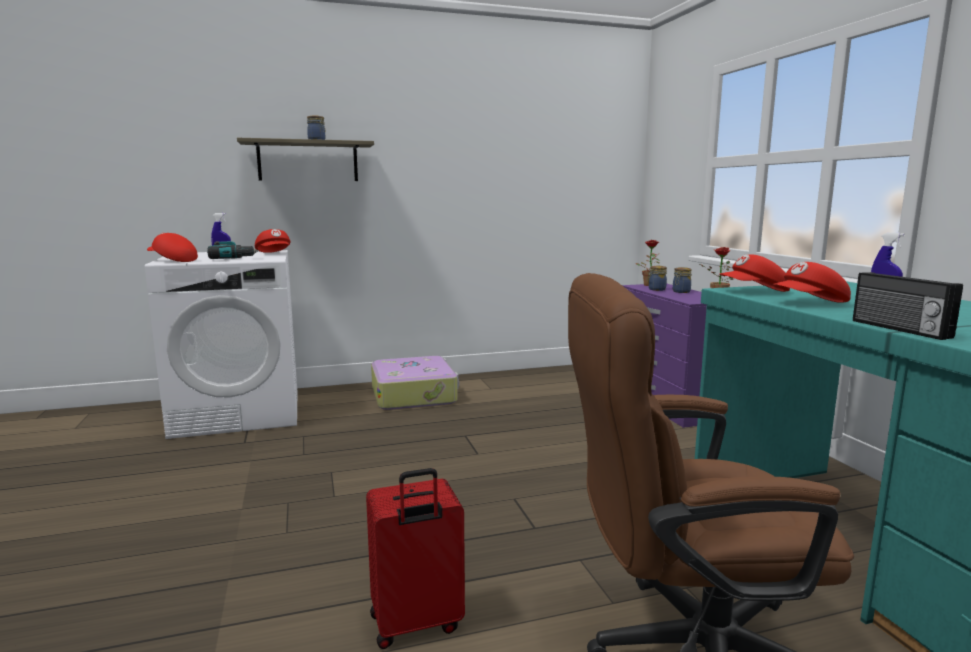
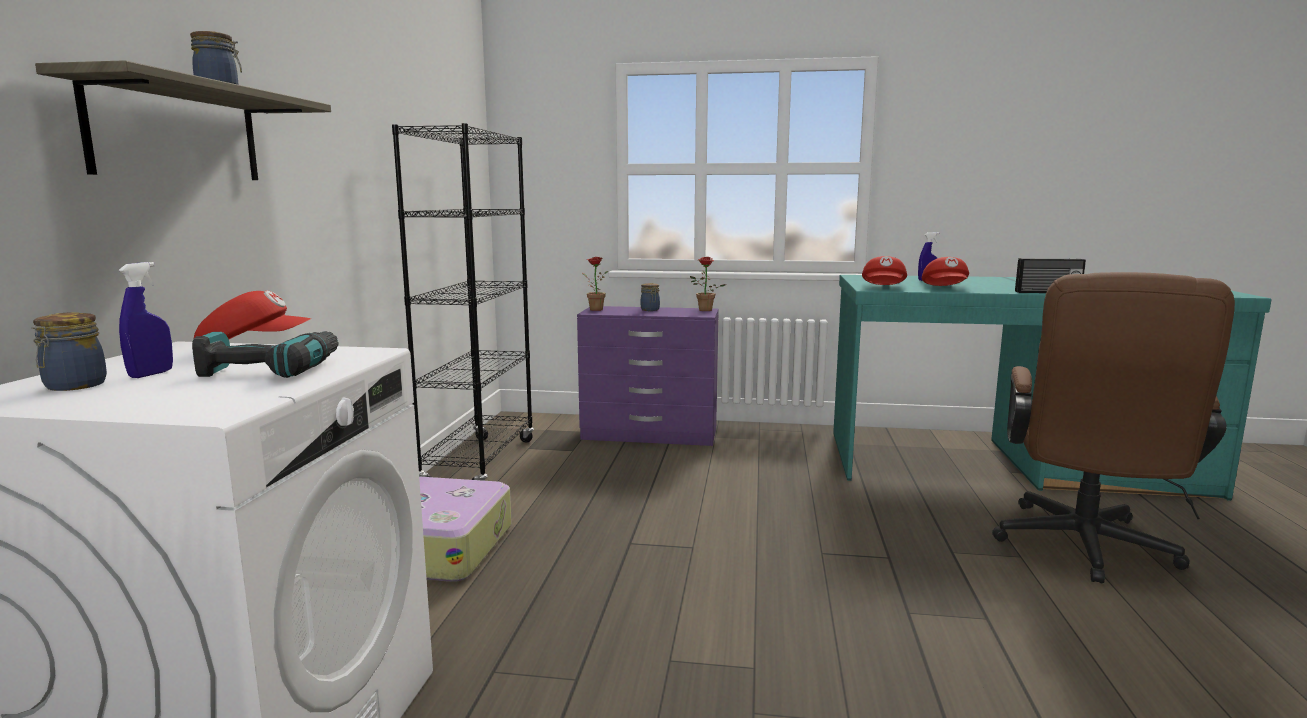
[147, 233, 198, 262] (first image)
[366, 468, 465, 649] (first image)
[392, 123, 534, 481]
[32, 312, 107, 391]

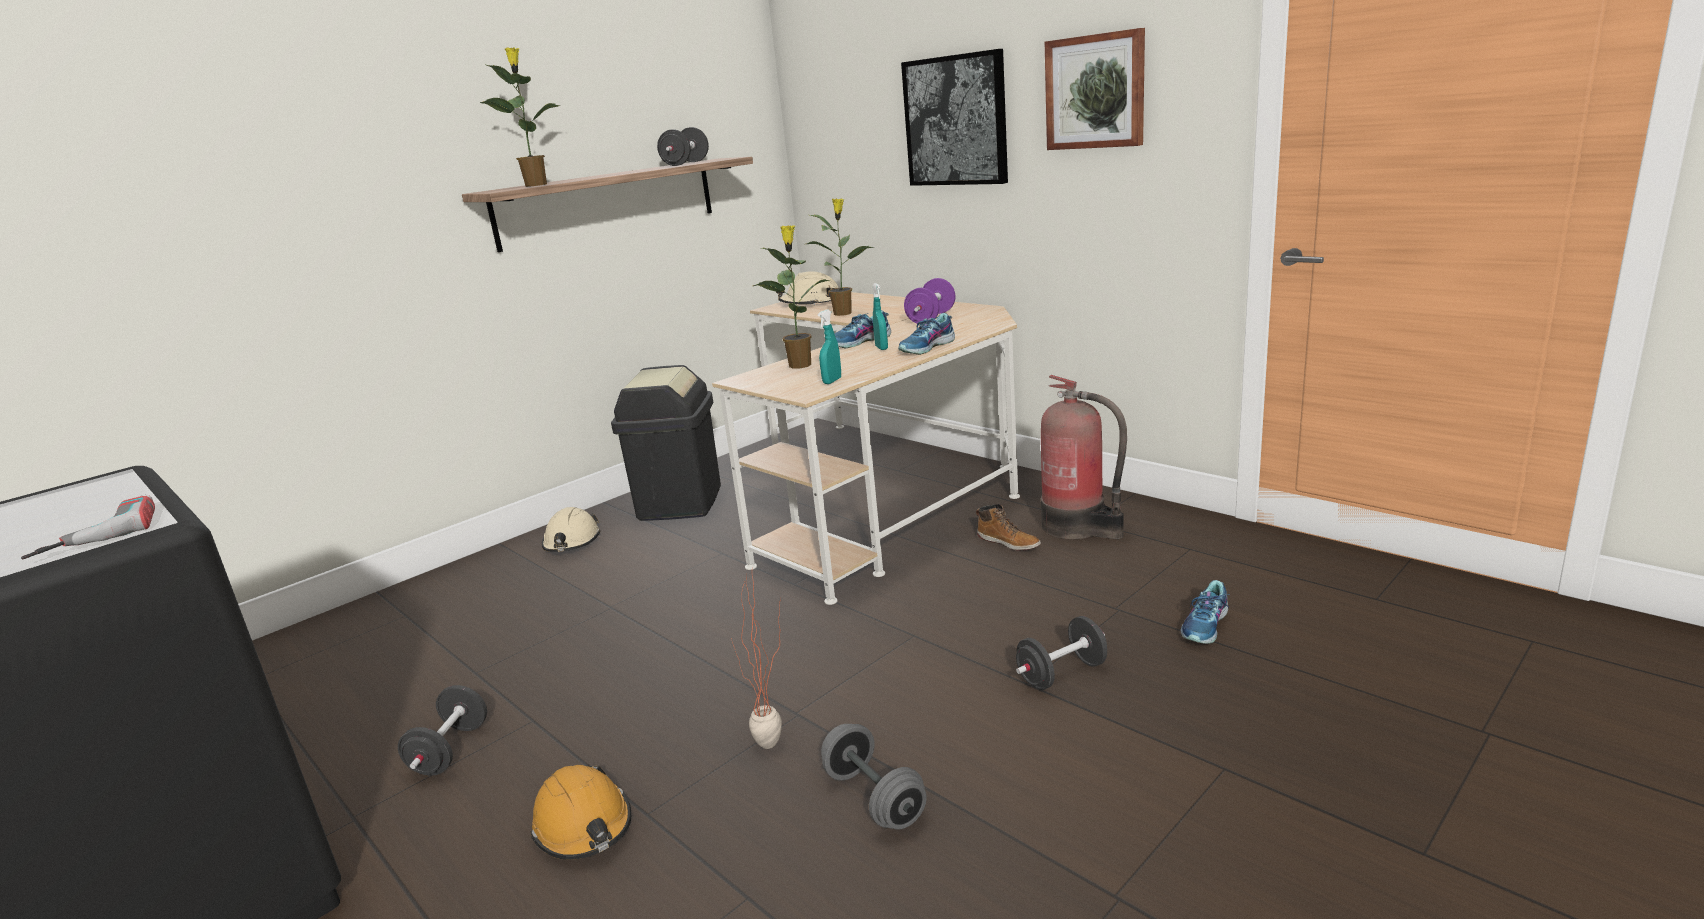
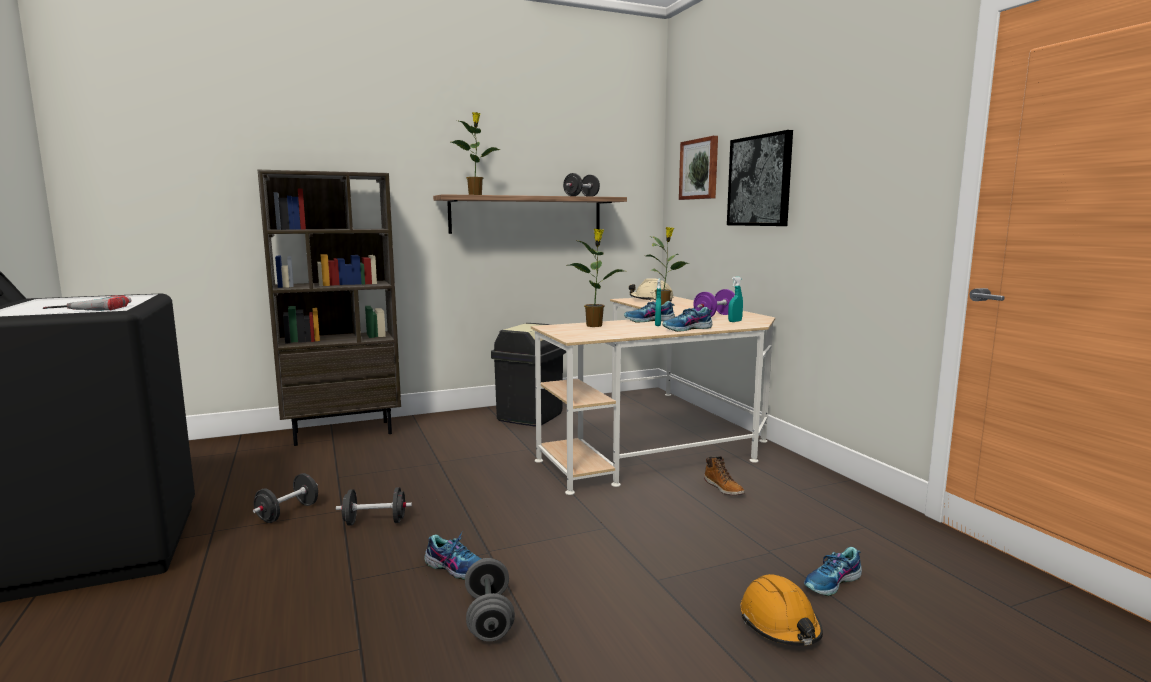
[542, 507, 600, 552] (first image)
[1041, 375, 1127, 539] (first image)
[258, 170, 401, 446]
[740, 574, 823, 646]
[728, 276, 743, 322]
[336, 487, 412, 526]
[679, 136, 718, 200]
[424, 531, 482, 580]

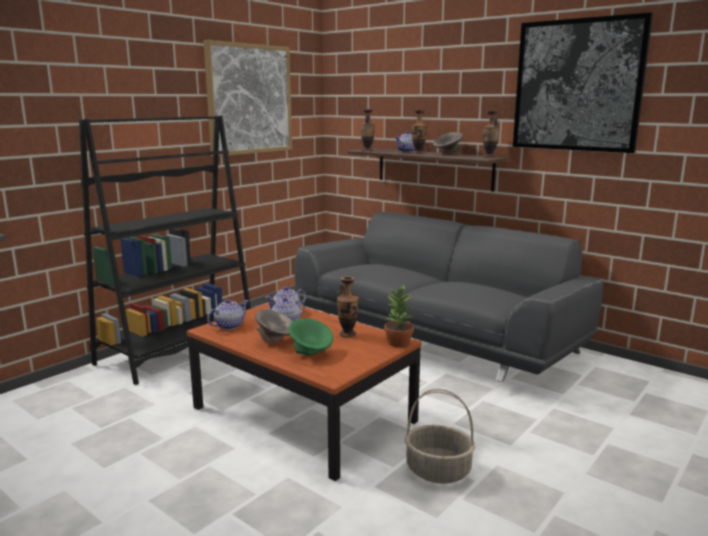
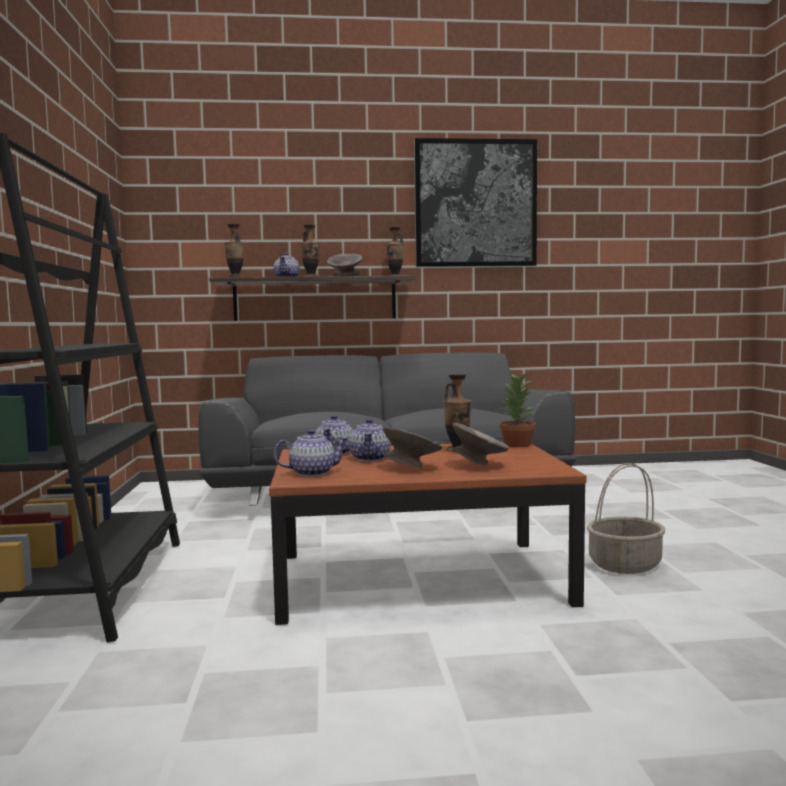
[203, 40, 292, 157] (first image)
[452, 423, 509, 466]
[274, 429, 349, 477]

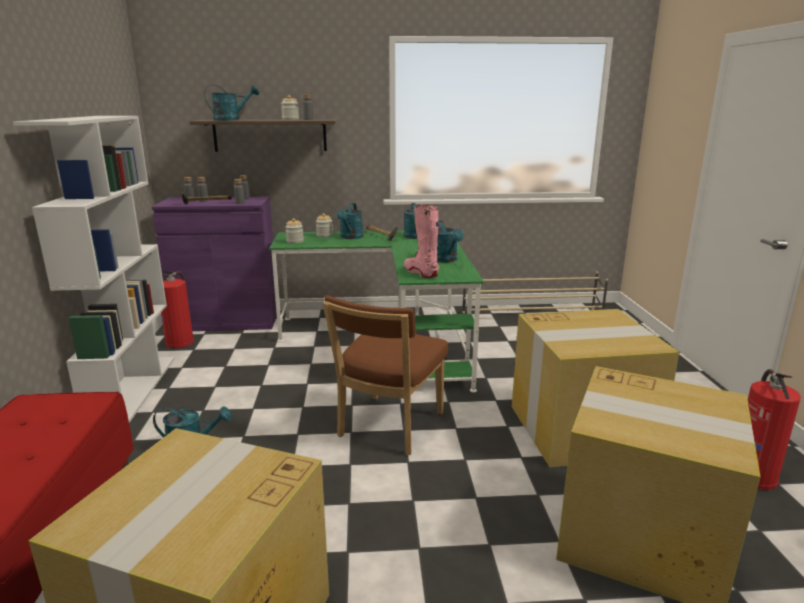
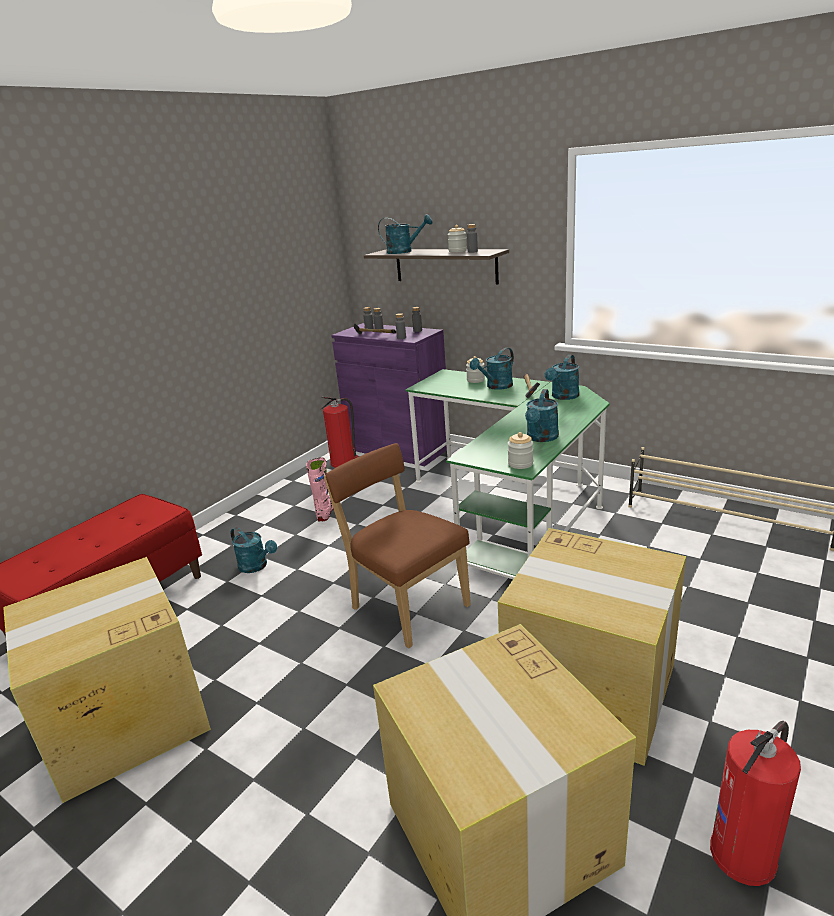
[13, 116, 175, 423] (first image)
[507, 432, 533, 469]
[306, 457, 334, 521]
[324, 443, 471, 648]

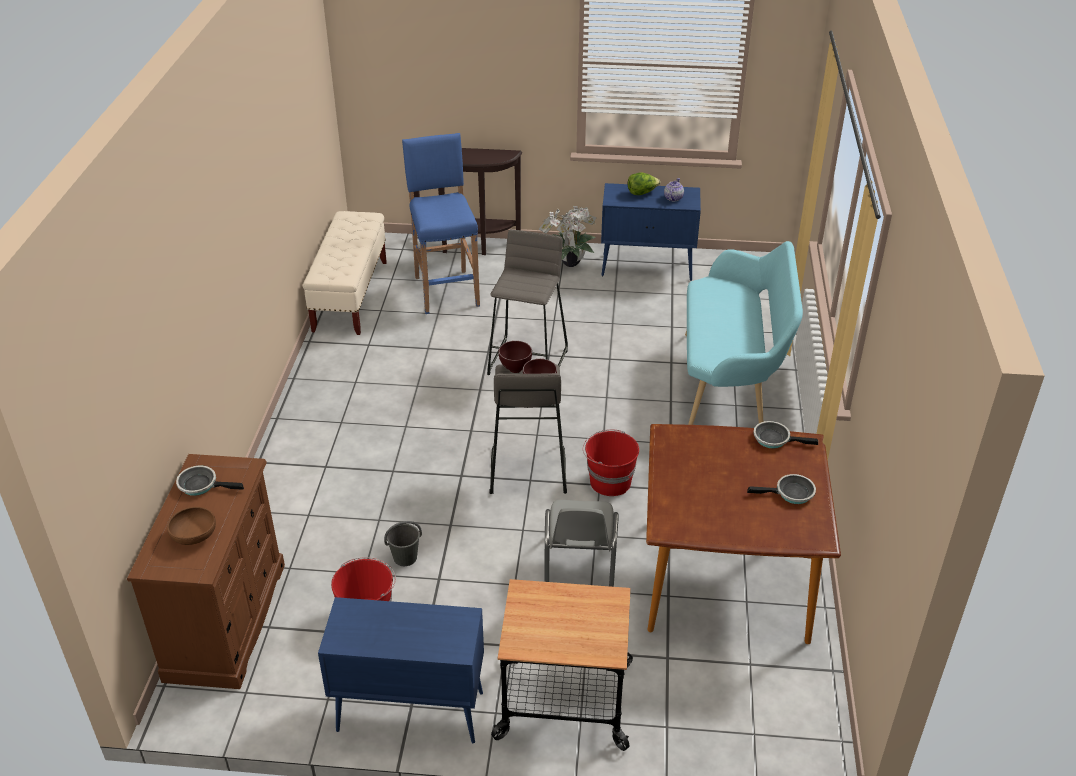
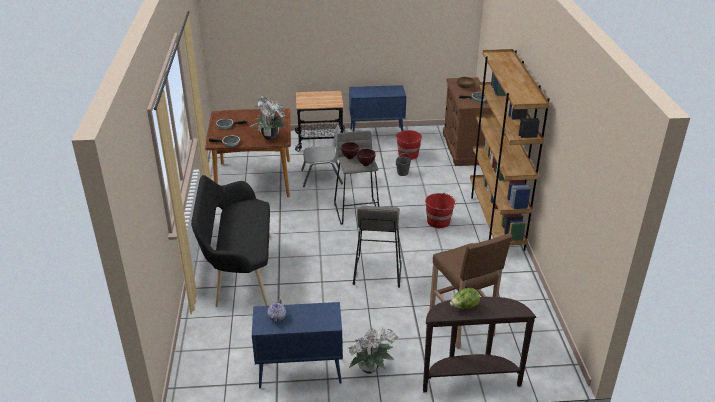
[303, 211, 387, 335] (first image)
[250, 96, 287, 140]
[470, 49, 550, 251]
[425, 193, 456, 228]
[450, 288, 480, 309]
[429, 233, 513, 349]
[191, 175, 271, 307]
[301, 125, 343, 187]

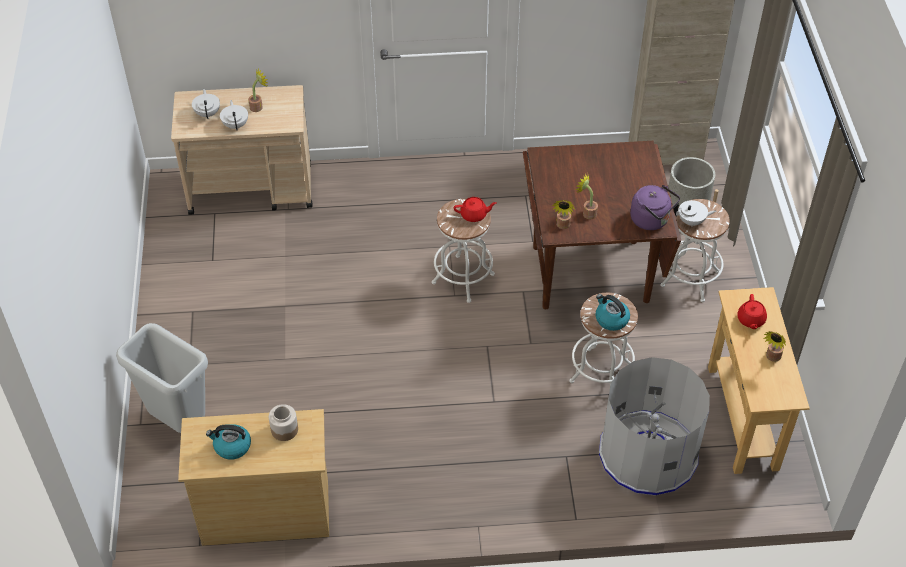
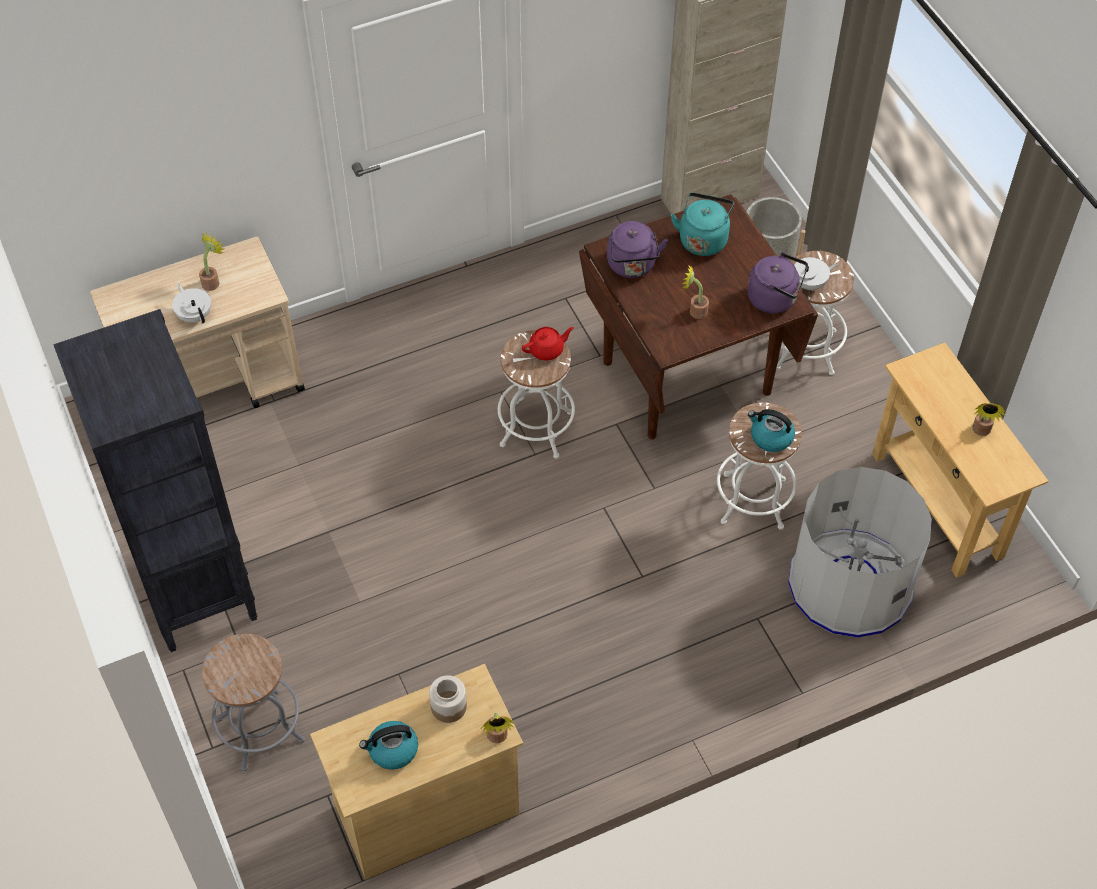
[192, 89, 220, 119] (first image)
[737, 294, 767, 329] (first image)
[53, 309, 258, 652]
[607, 221, 668, 278]
[671, 193, 734, 256]
[482, 713, 516, 743]
[202, 634, 305, 771]

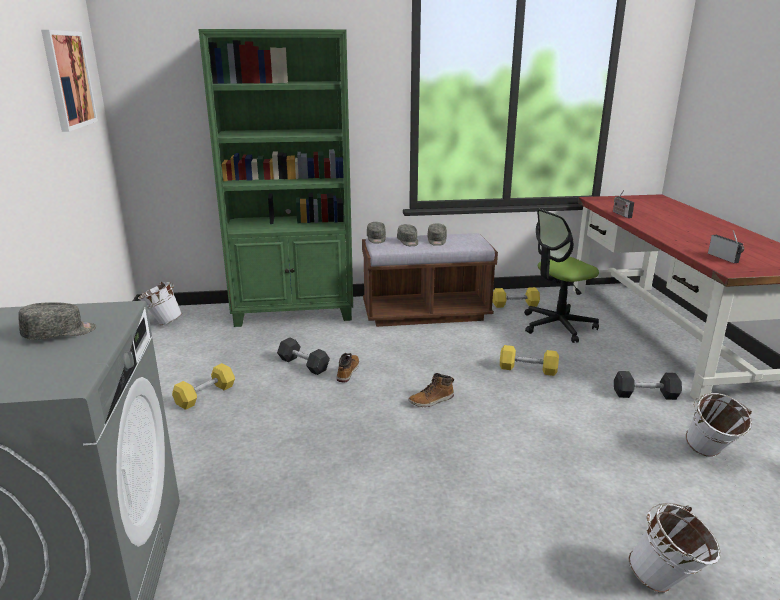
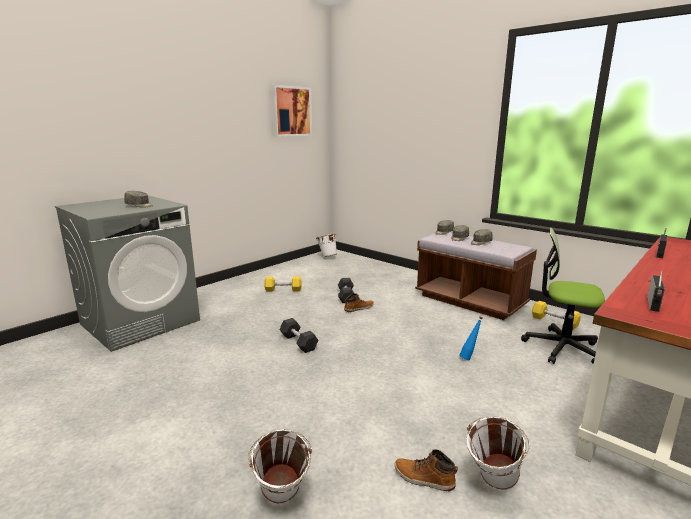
[198, 29, 353, 327] (first image)
[395, 449, 458, 491]
[279, 318, 318, 353]
[459, 317, 483, 360]

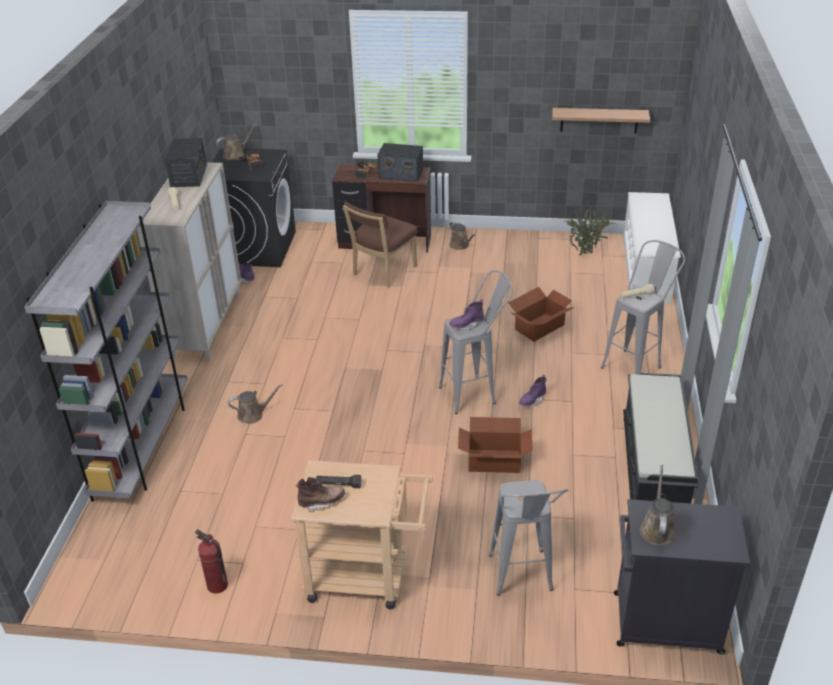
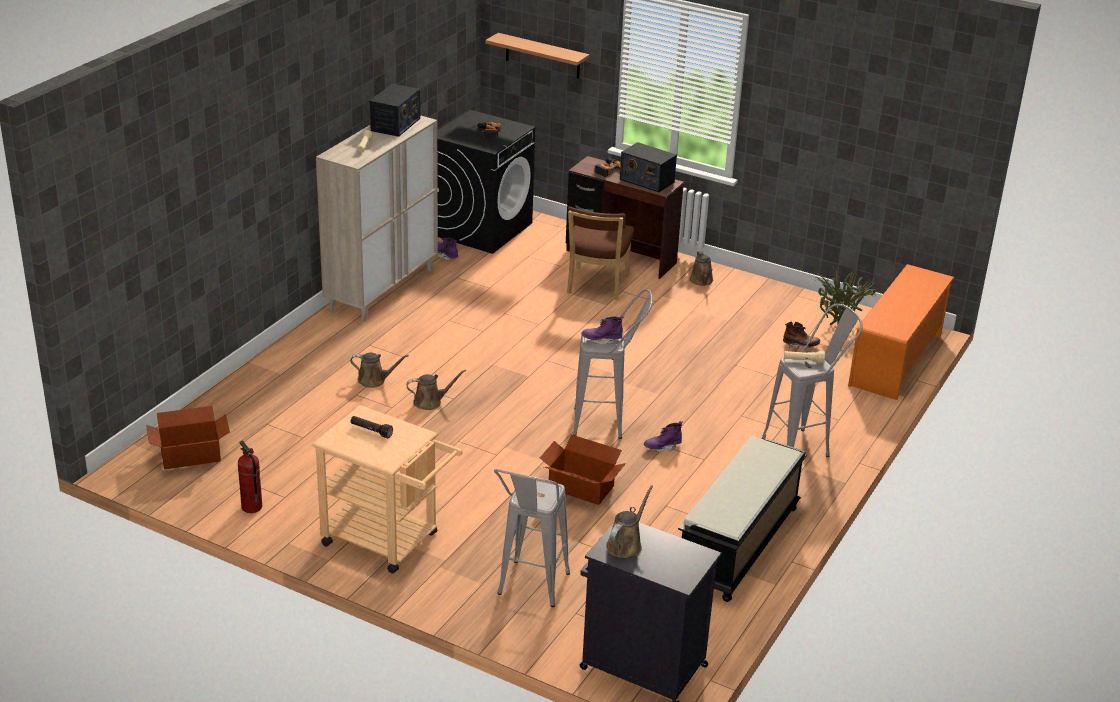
[24, 201, 188, 502] (first image)
[406, 369, 466, 410]
[783, 321, 820, 348]
[146, 406, 230, 469]
[485, 33, 589, 79]
[848, 264, 954, 400]
[567, 207, 634, 300]

